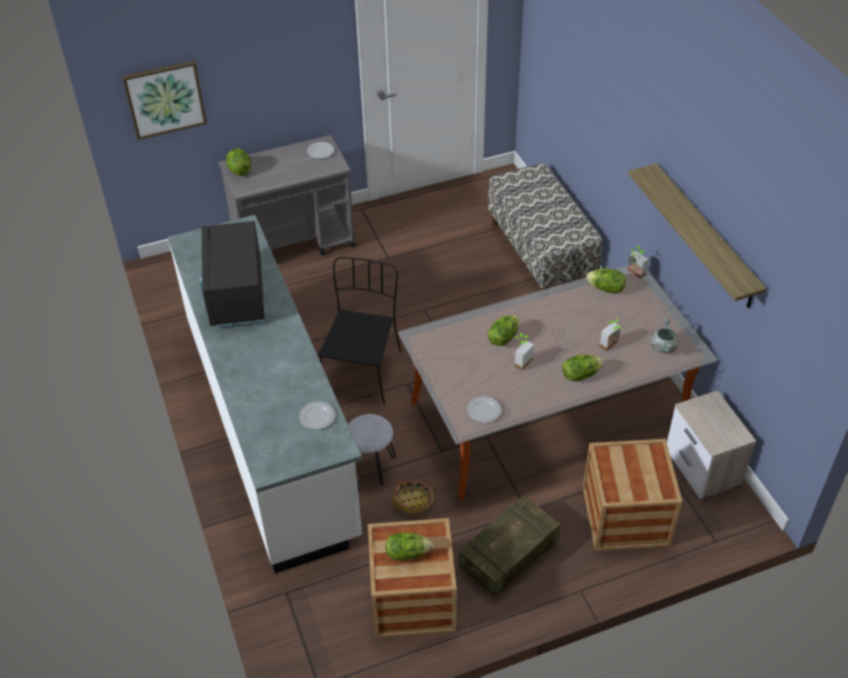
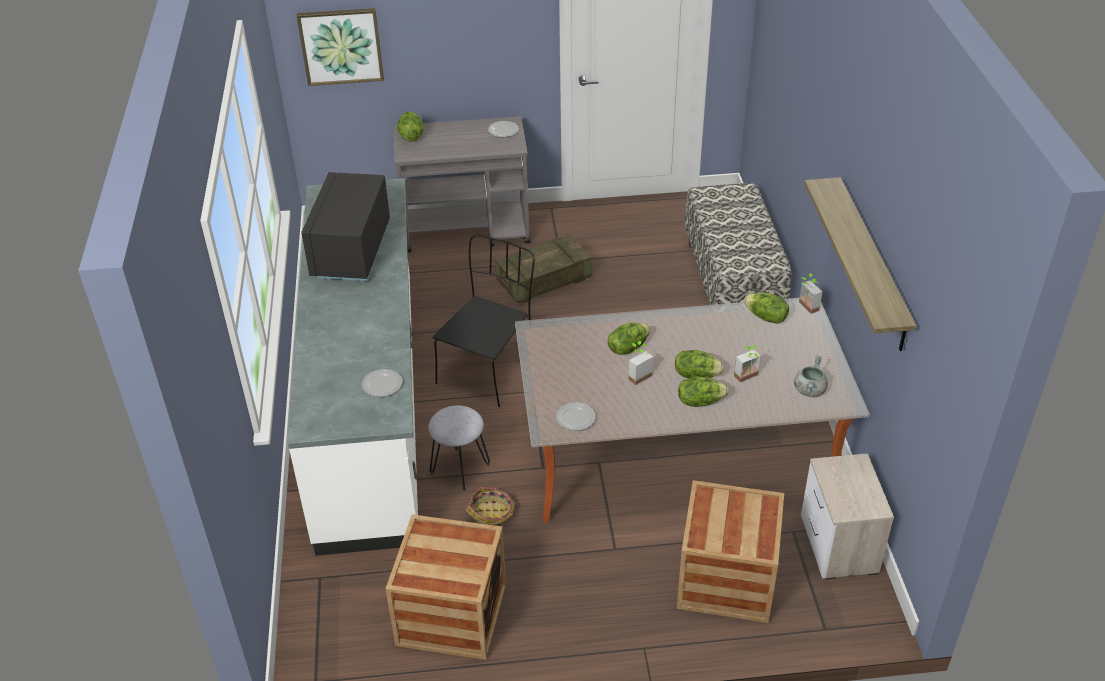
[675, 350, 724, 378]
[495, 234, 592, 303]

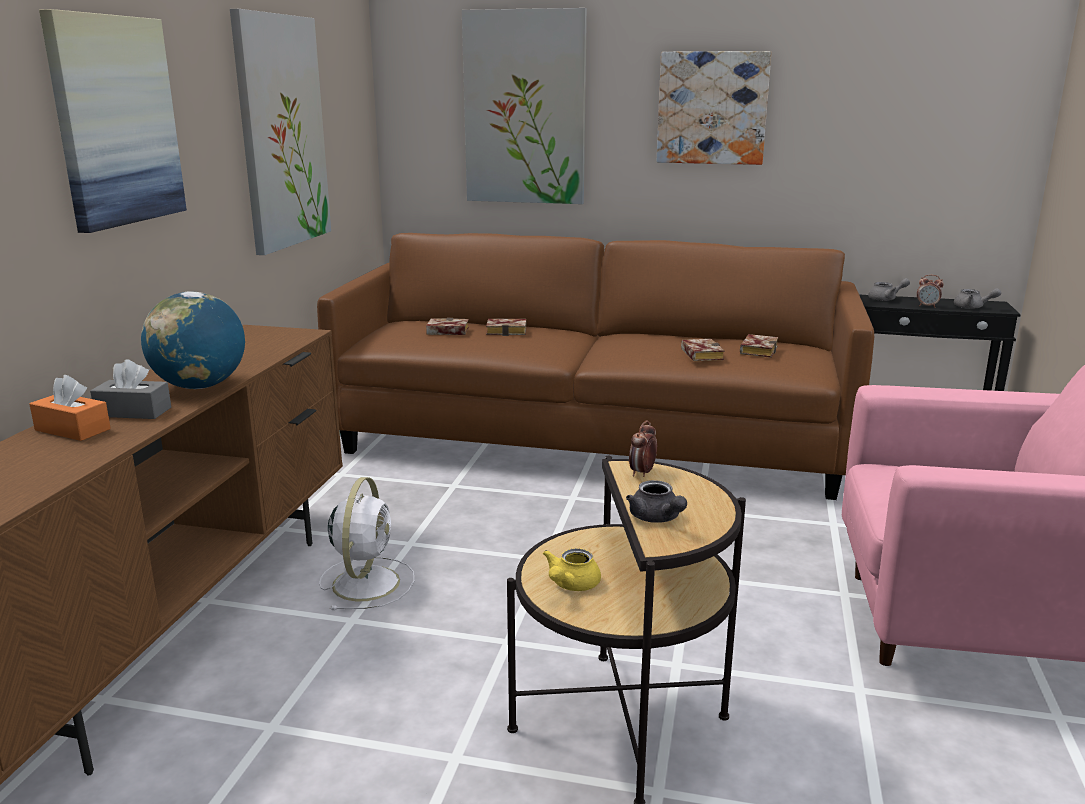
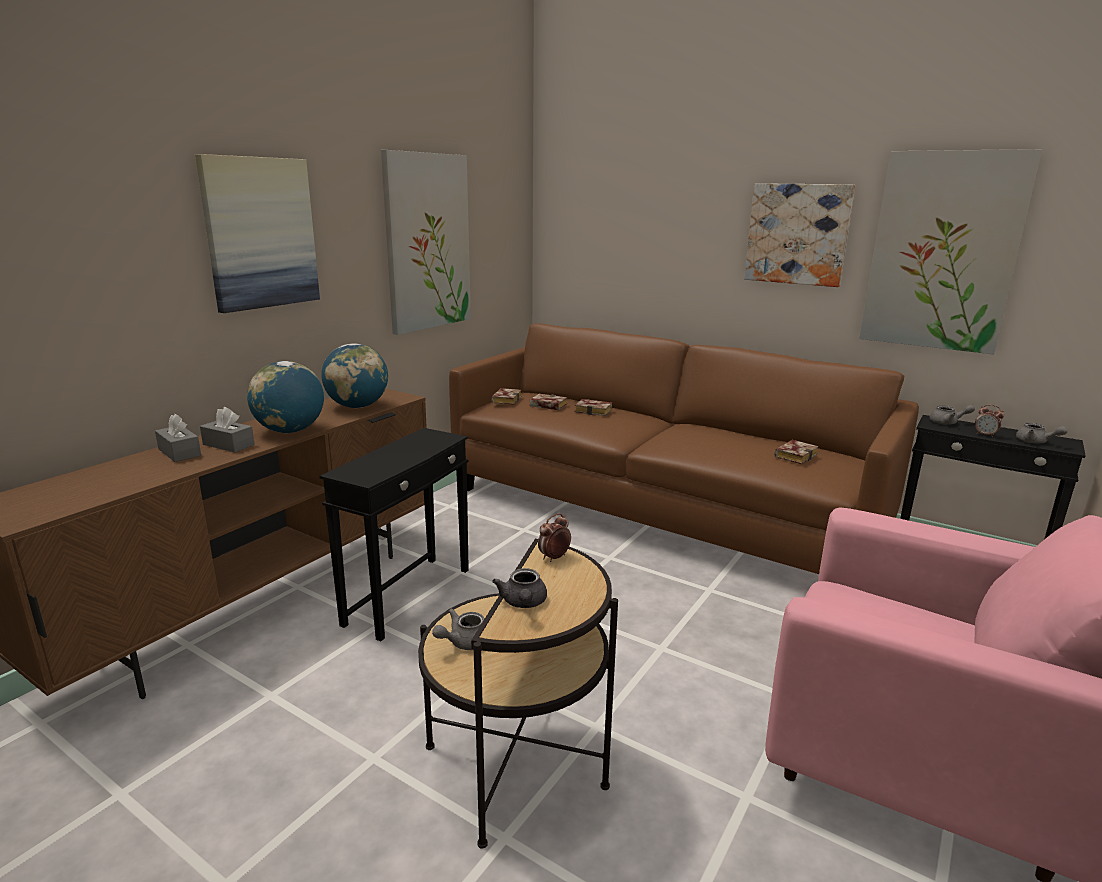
[321, 343, 388, 408]
[859, 149, 1042, 354]
[491, 388, 521, 405]
[319, 428, 469, 641]
[155, 414, 201, 462]
[432, 608, 484, 650]

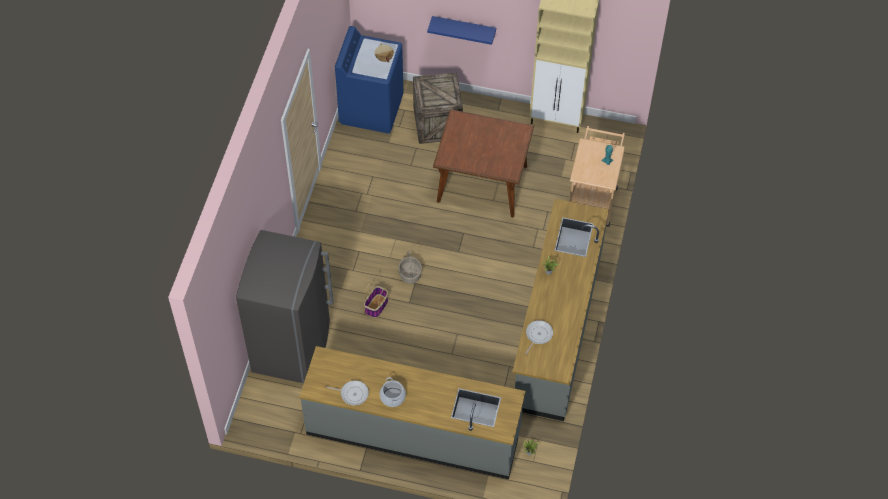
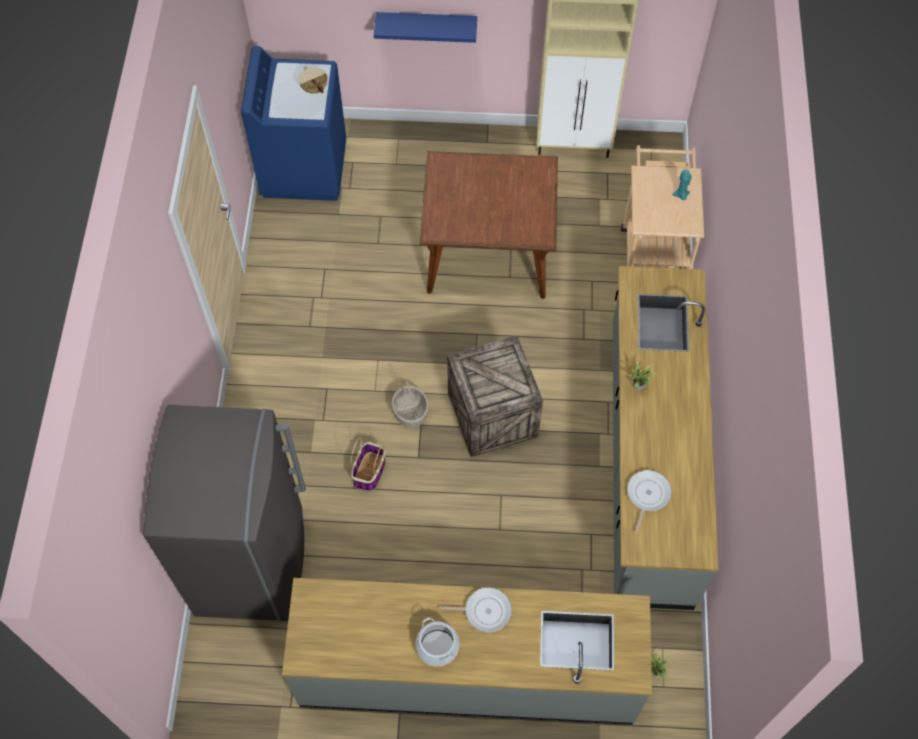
[439, 587, 512, 633]
[447, 335, 543, 457]

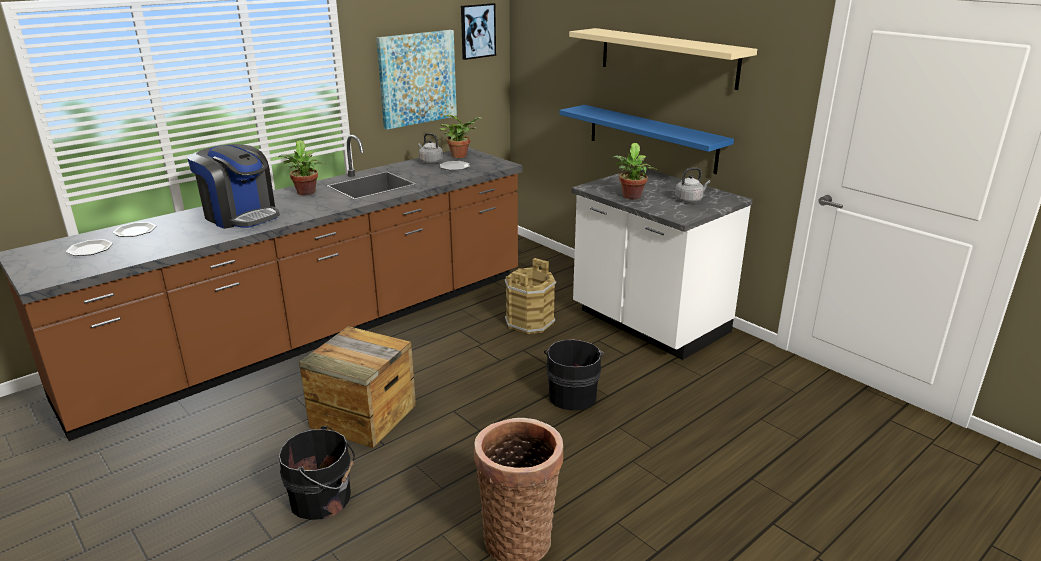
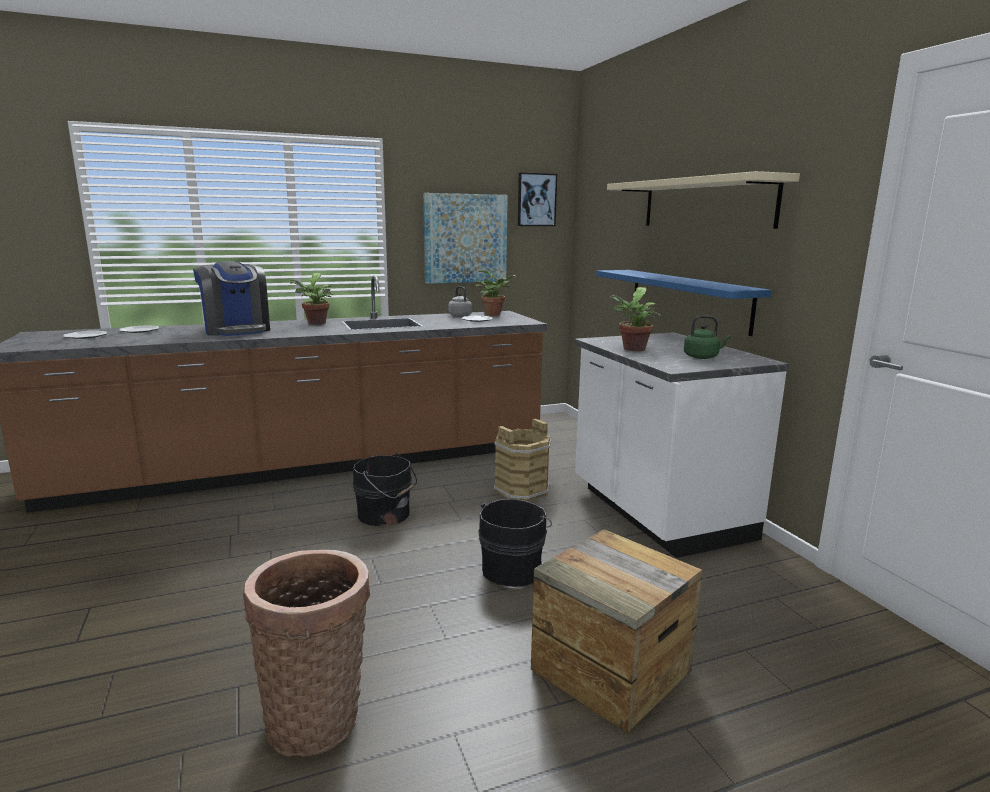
[353, 453, 417, 526]
[531, 529, 703, 733]
[684, 316, 731, 359]

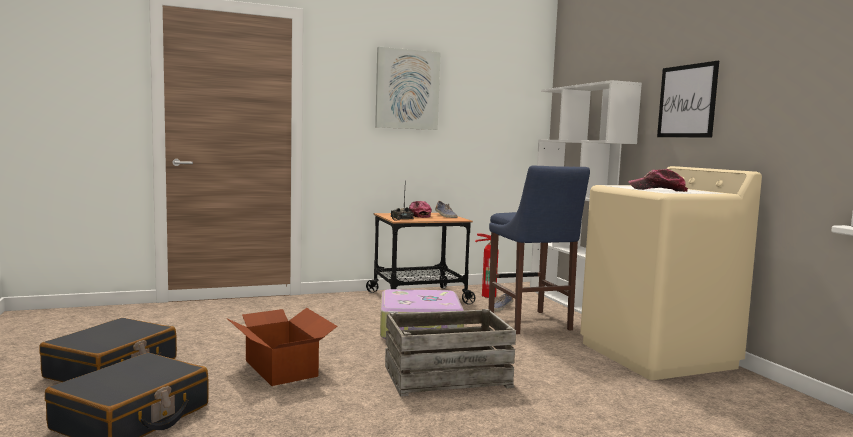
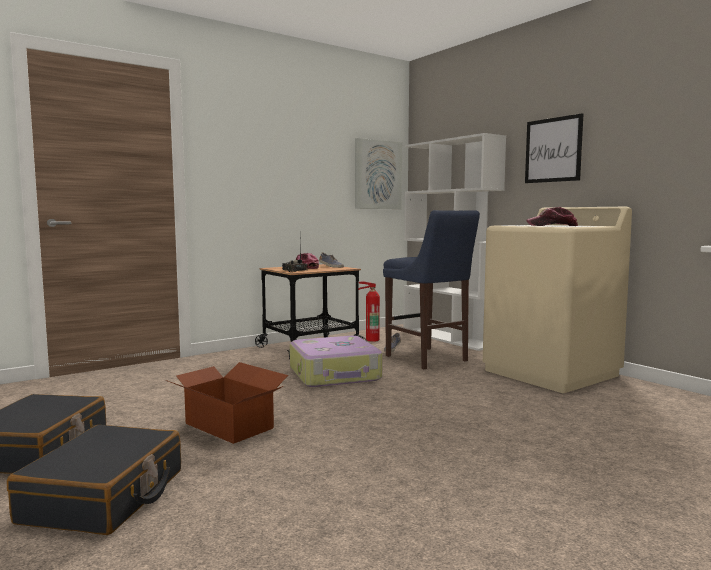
[385, 309, 516, 396] (first image)
[355, 138, 402, 209]

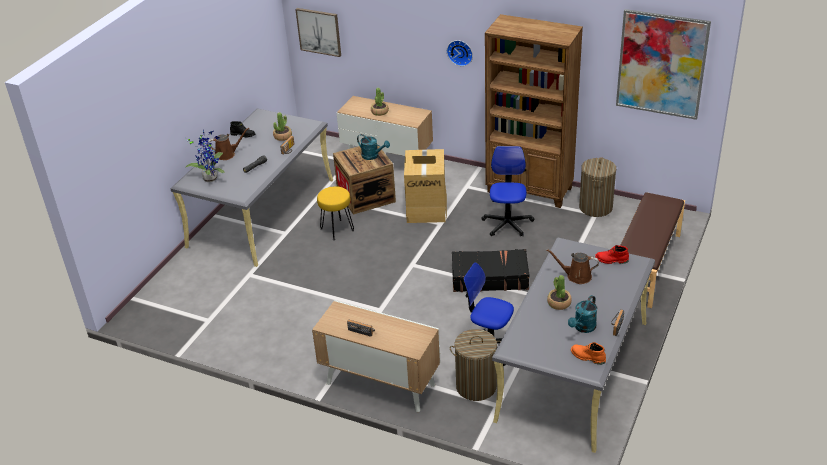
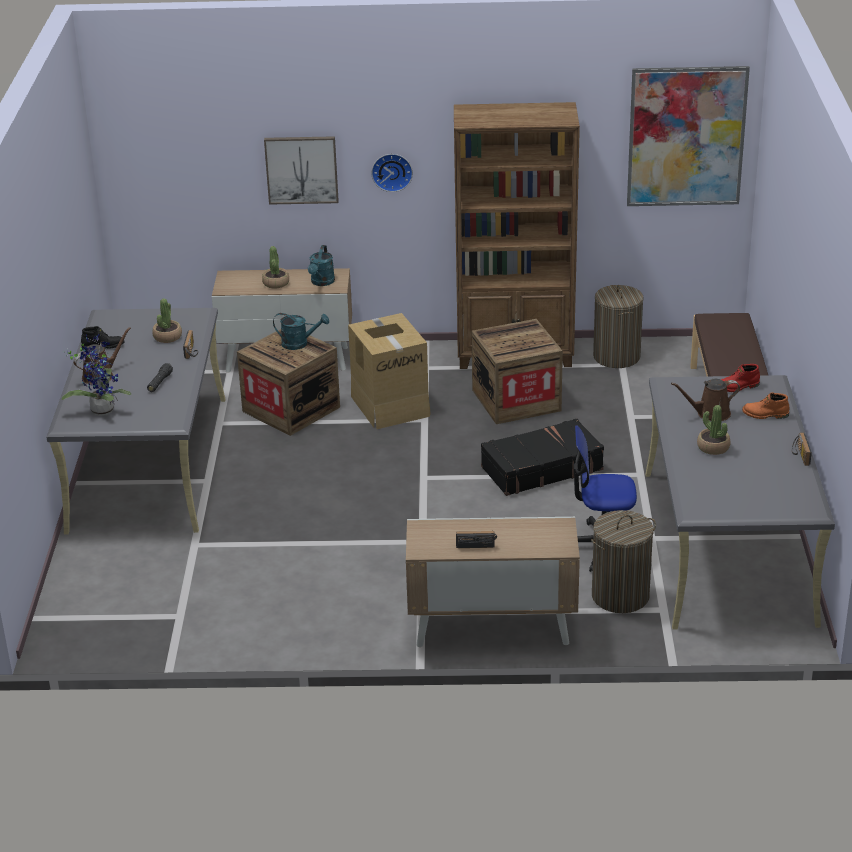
[317, 186, 354, 240] (first image)
[264, 136, 339, 205]
[308, 245, 335, 286]
[742, 393, 790, 419]
[472, 319, 563, 424]

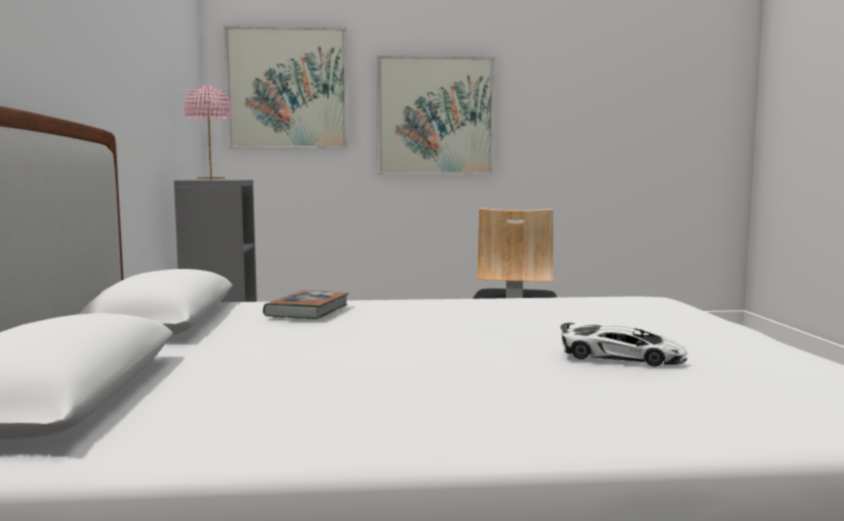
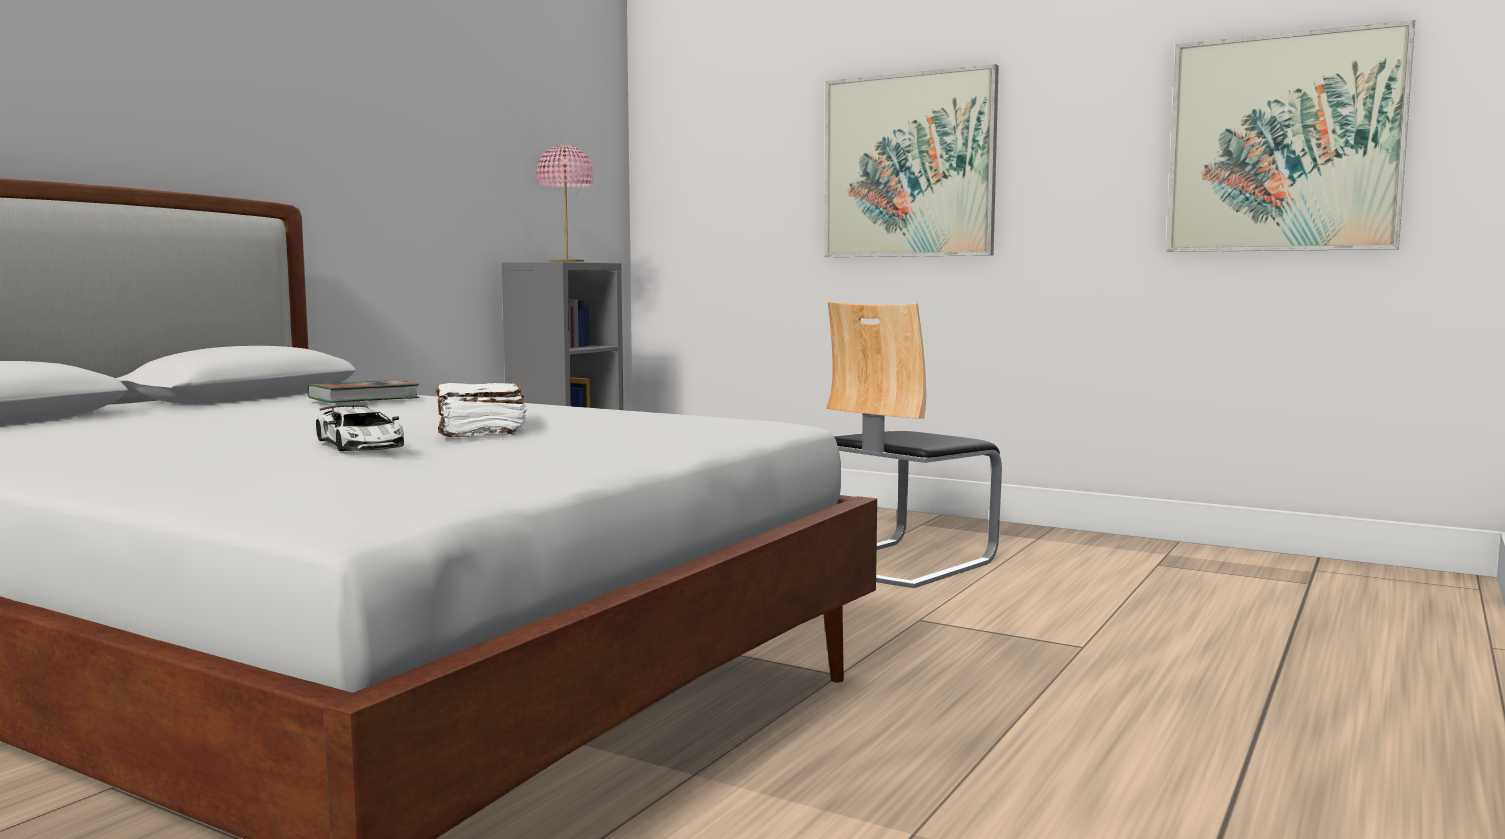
[436, 383, 527, 437]
[1166, 20, 1415, 252]

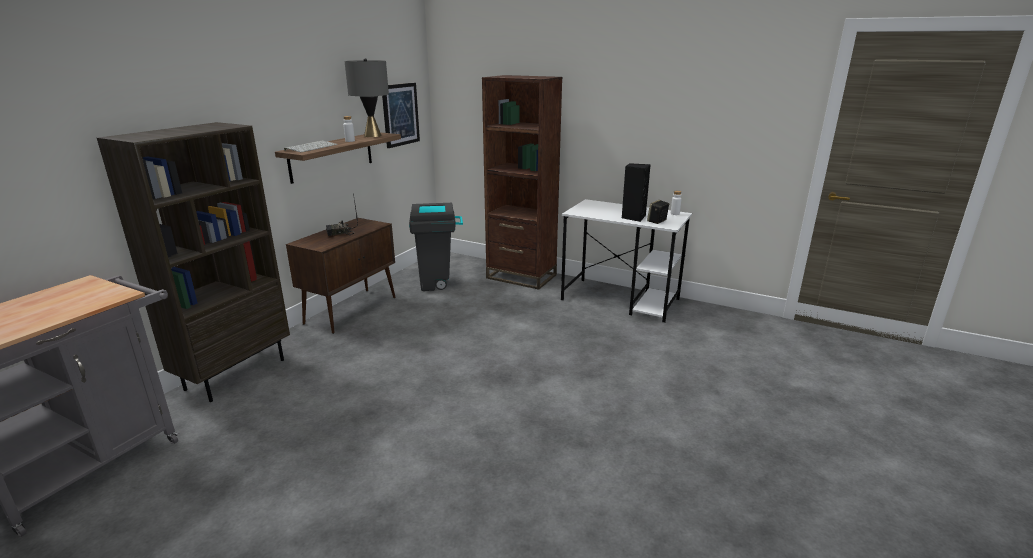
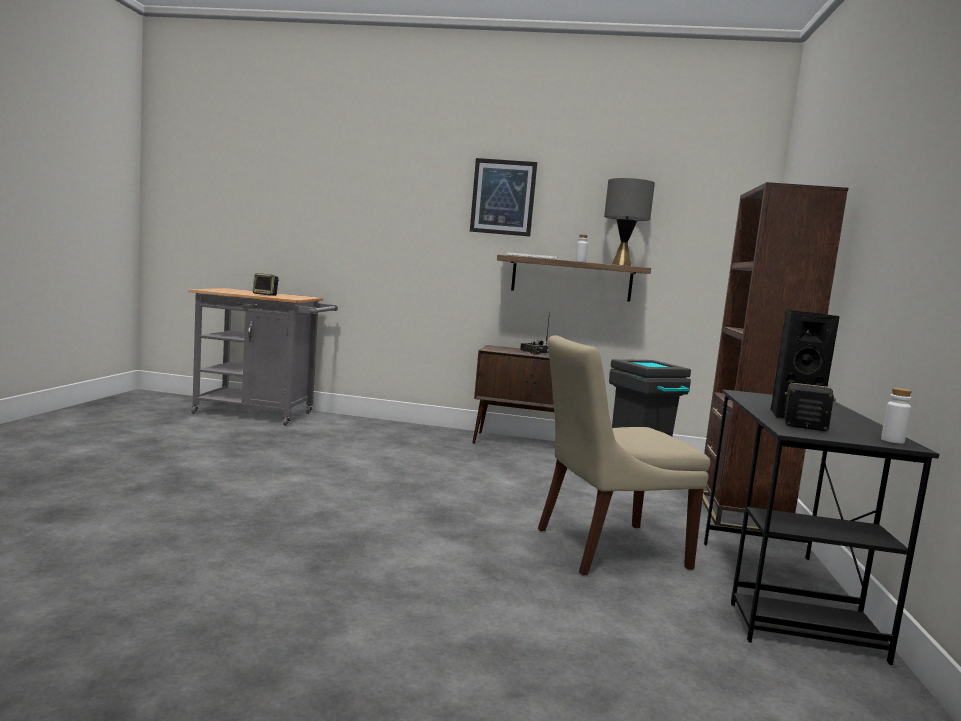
[97, 122, 290, 402] (first image)
[253, 273, 279, 296]
[538, 335, 710, 575]
[470, 158, 537, 237]
[704, 389, 939, 665]

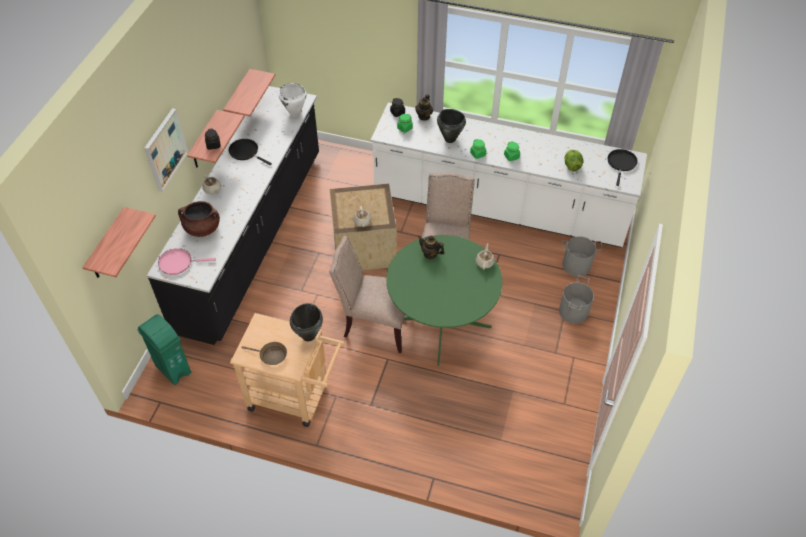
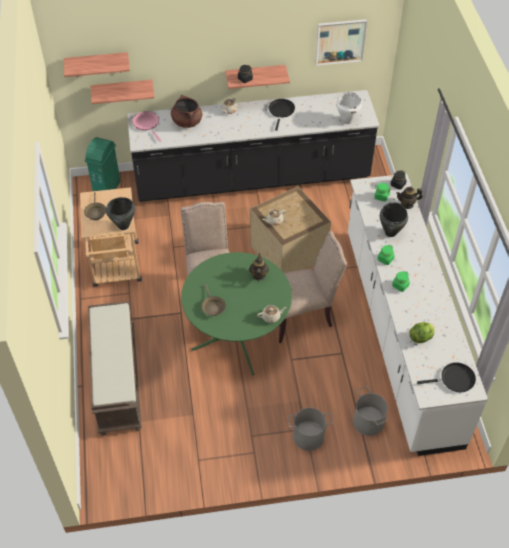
[88, 301, 142, 435]
[202, 284, 226, 316]
[315, 19, 367, 66]
[91, 80, 155, 104]

